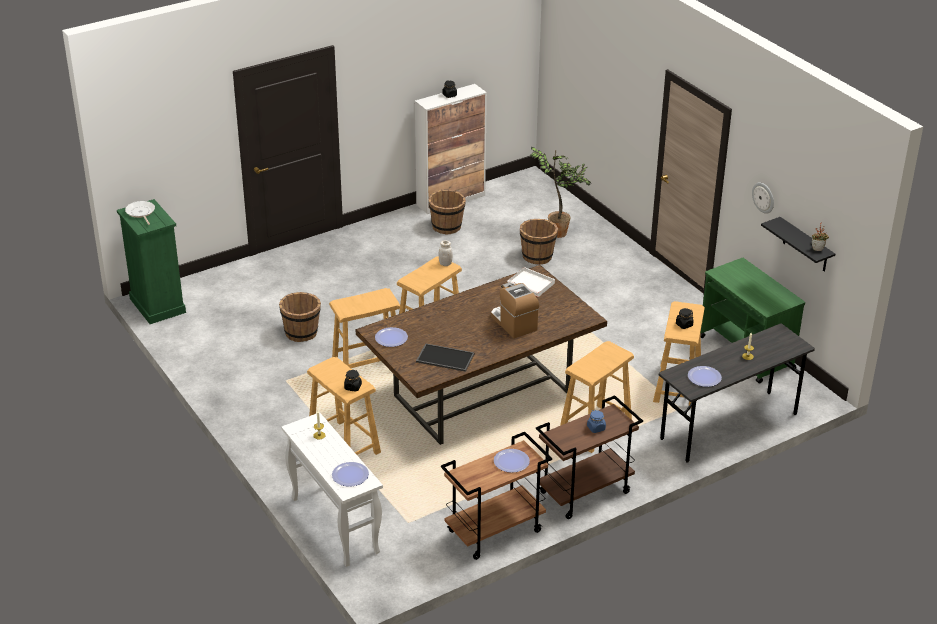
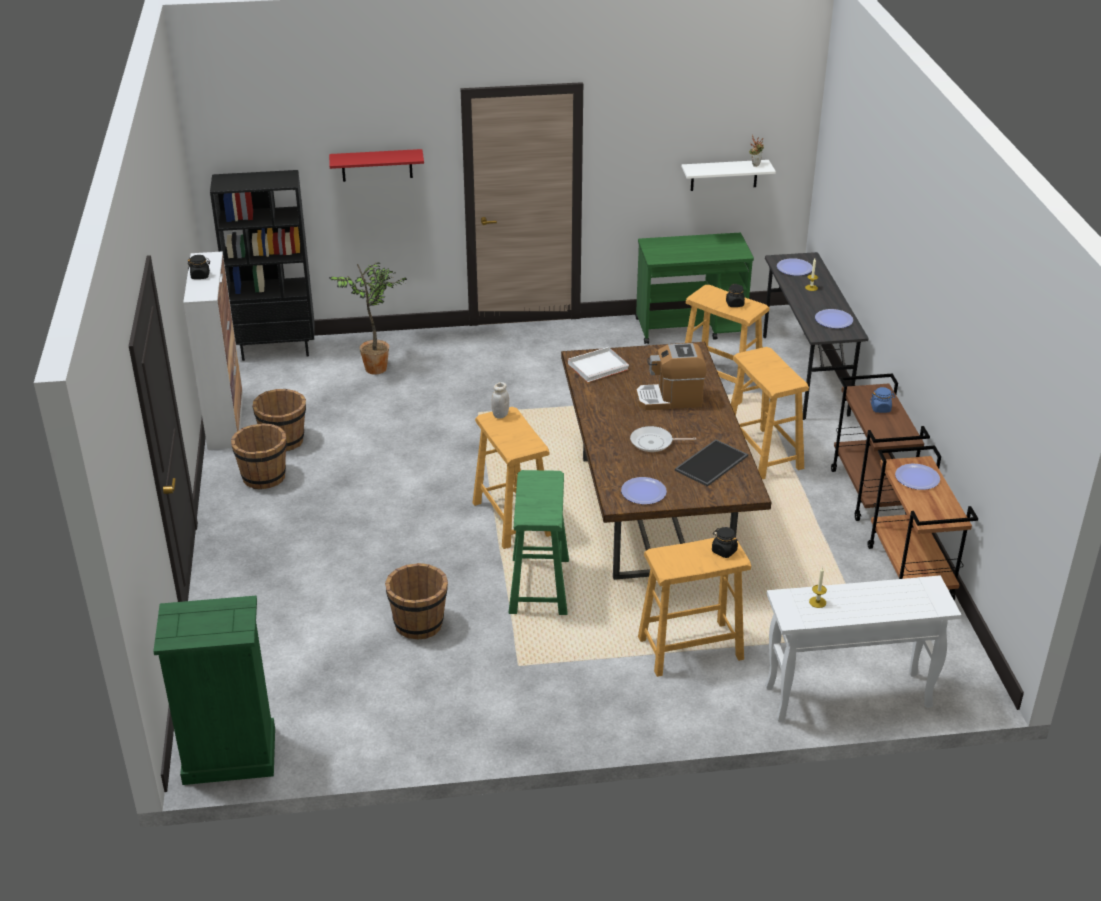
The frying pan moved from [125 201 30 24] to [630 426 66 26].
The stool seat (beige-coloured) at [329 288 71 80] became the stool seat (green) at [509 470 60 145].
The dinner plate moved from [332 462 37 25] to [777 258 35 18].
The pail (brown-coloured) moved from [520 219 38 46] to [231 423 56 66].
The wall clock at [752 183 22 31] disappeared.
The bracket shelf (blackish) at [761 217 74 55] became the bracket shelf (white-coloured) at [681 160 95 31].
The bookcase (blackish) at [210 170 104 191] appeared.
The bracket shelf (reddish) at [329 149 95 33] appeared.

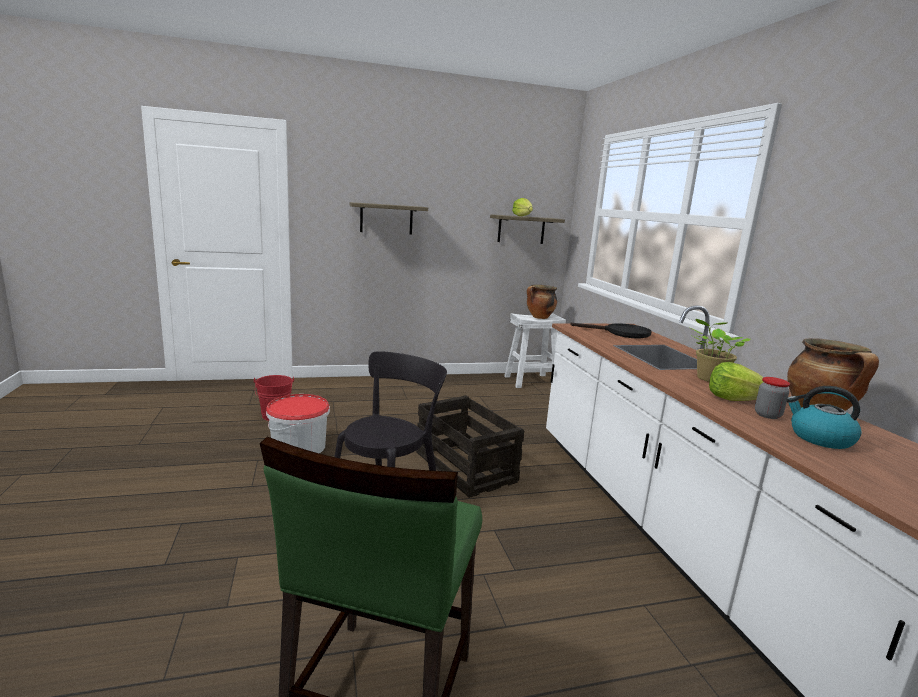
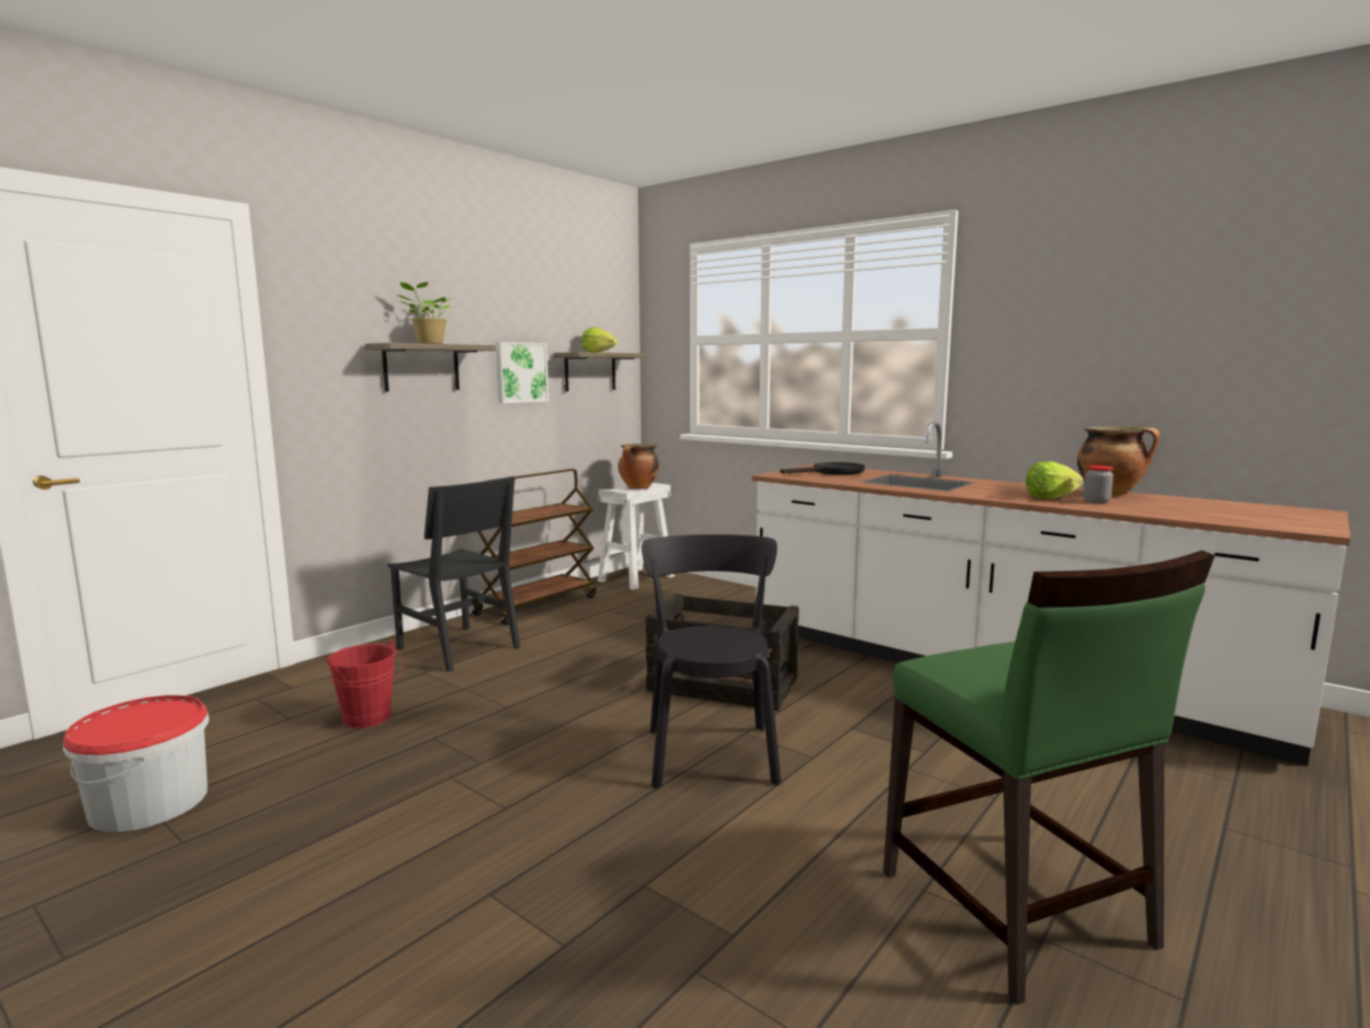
The pail moved from [266 394 64 59] to [63 695 146 137].
The houseplant moved from [690 319 60 63] to [398 282 54 62].
The tea kettle at [786 386 76 63] disappeared.
The plain chair (blackish) at [387 476 133 196] appeared.
The cart (brown-coloured) at [472 469 124 156] appeared.
The wall picture at [495 342 54 61] appeared.

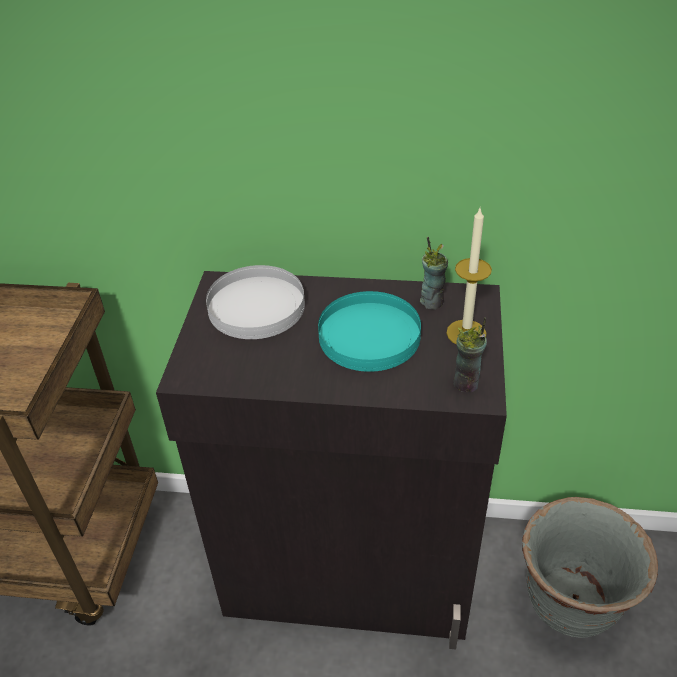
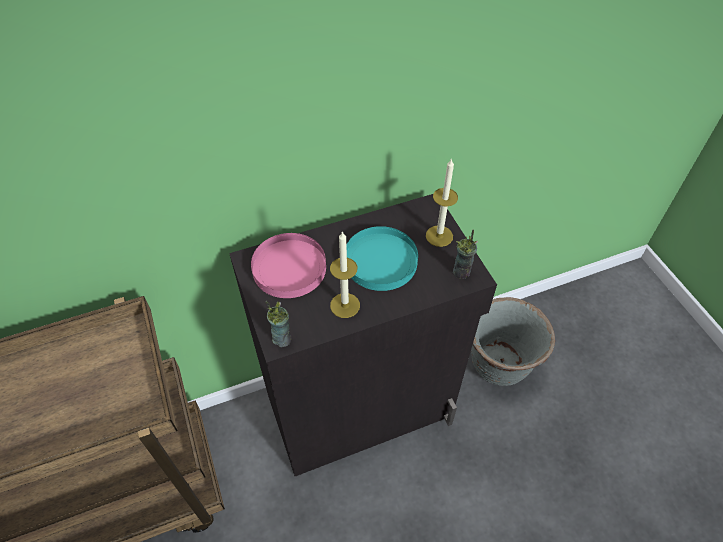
The dinner plate (white-coloured) at [206 265 99 74] became the dinner plate (pinkish) at [251 233 75 65].
The cup moved from [420 237 28 72] to [266 301 26 46].
The wax light at [330 231 30 87] appeared.

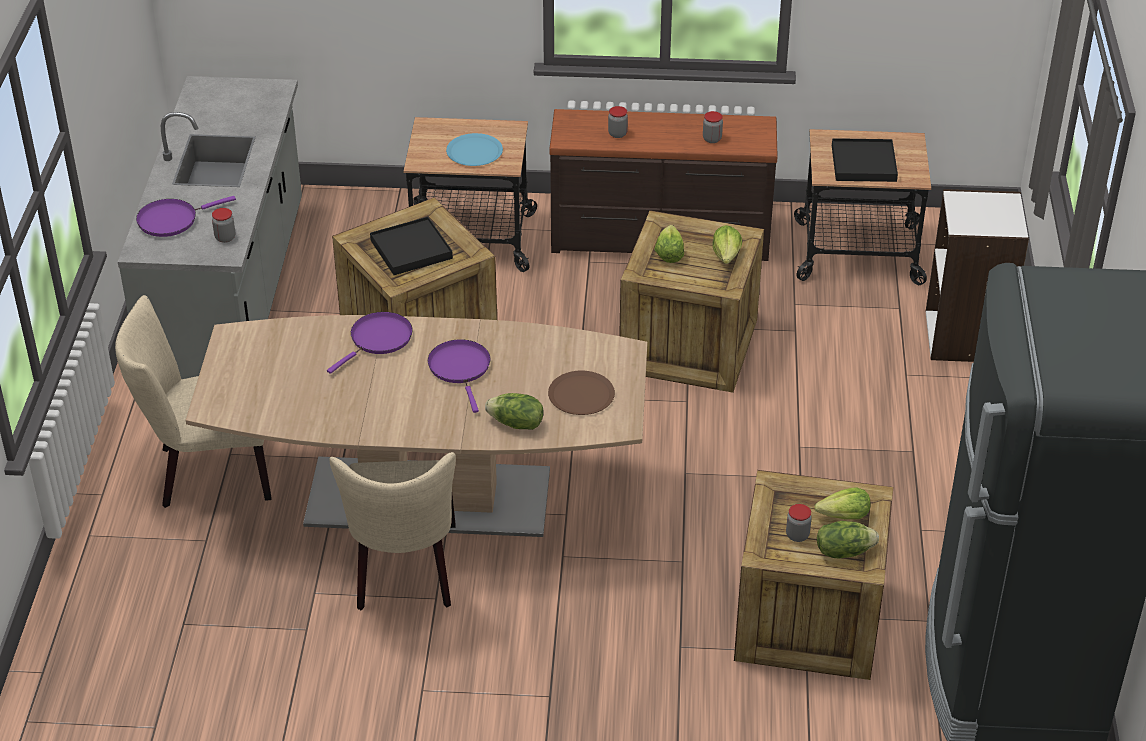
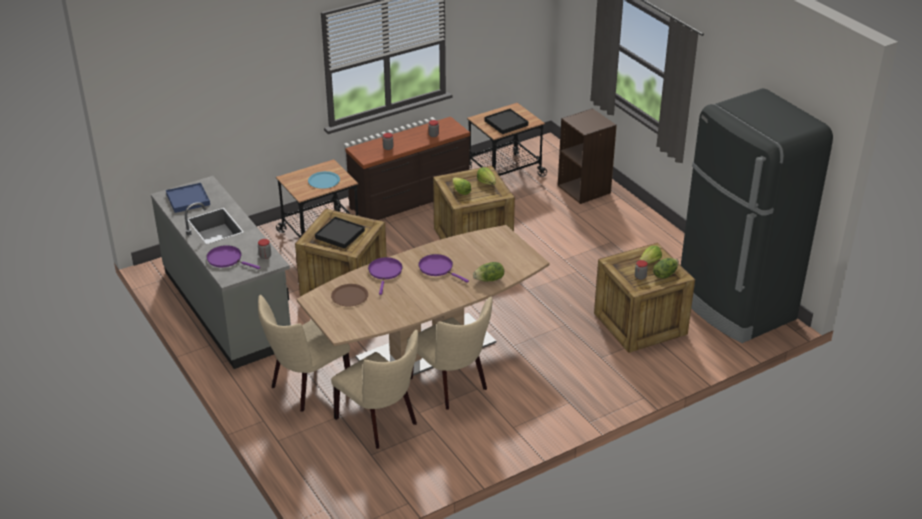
The frying pan (purplish) at [136 196 100 41] turned 90 degrees clockwise.
The dinner plate (brown-coloured) moved from [548 371 67 44] to [331 284 37 22].
The bookcase (white-coloured) at [925 189 104 173] became the bookcase (brown-coloured) at [558 108 59 96].
The serving tray (blue) at [166 183 44 30] appeared.
The plain chair (beige-coloured) at [331 330 87 119] appeared.

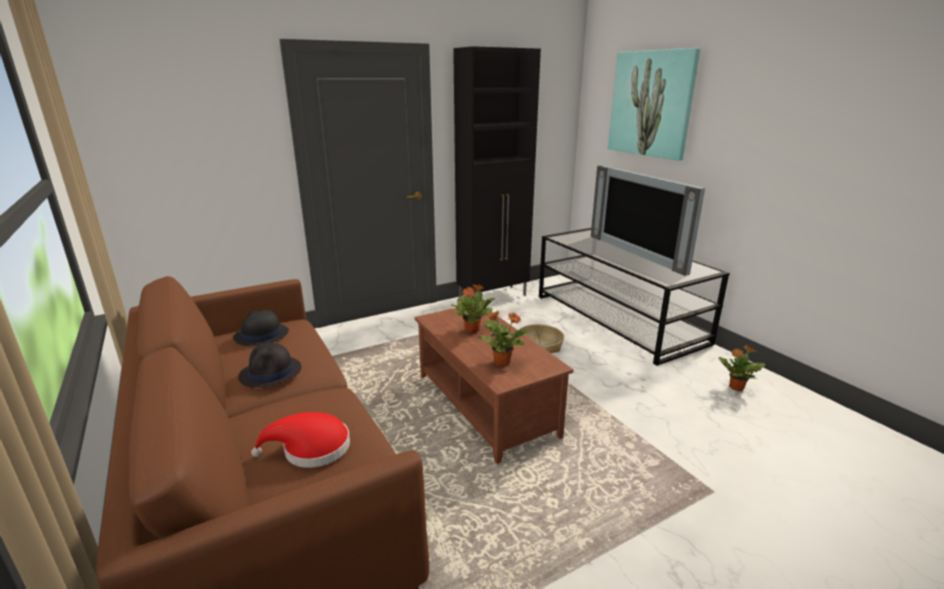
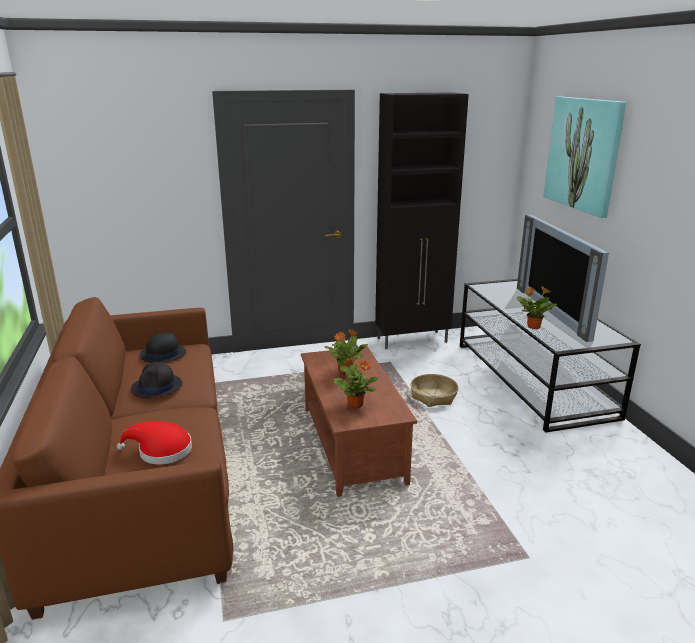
The houseplant moved from [718 345 47 46] to [517 286 40 43].

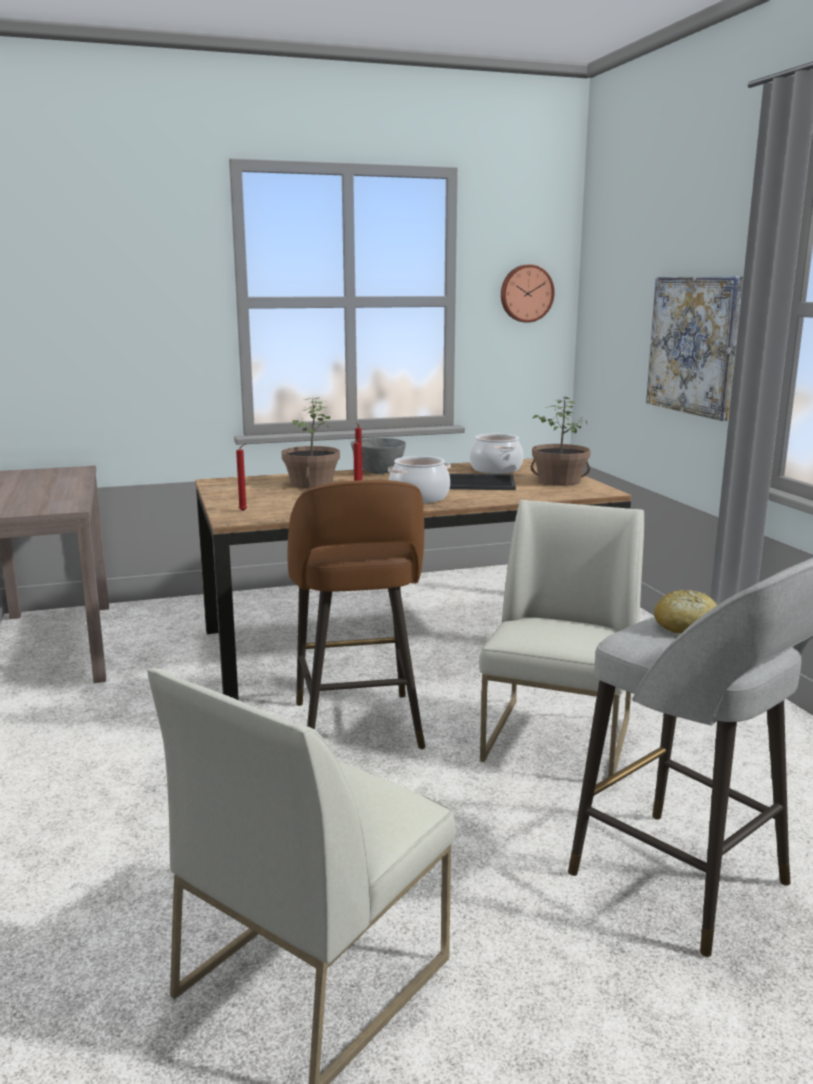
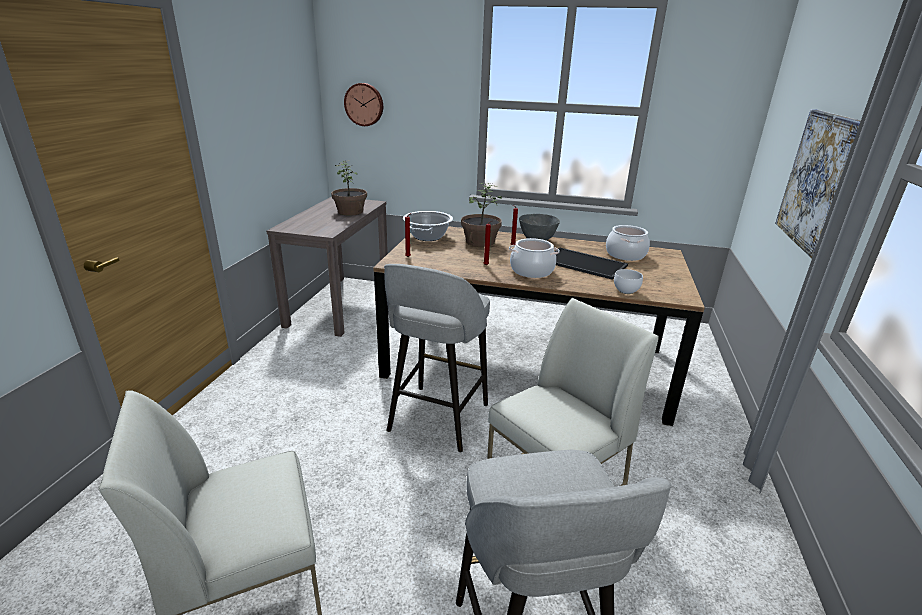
The stool seat (brown-coloured) at [288 480 137 269] became the stool seat (gray) at [384 264 106 188].
The wall clock moved from [501 264 54 59] to [344 83 39 43].
The houseplant moved from [531 396 60 90] to [331 161 36 55].
The baked bread at [654 590 63 43] disappeared.
The cooking pot at [403 211 50 30] appeared.
The bowl (white-coloured) at [614 269 29 25] appeared.

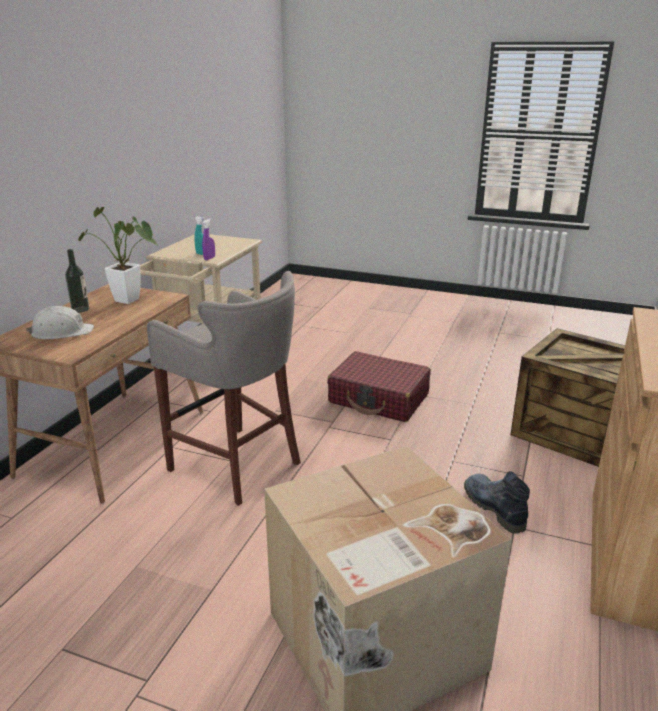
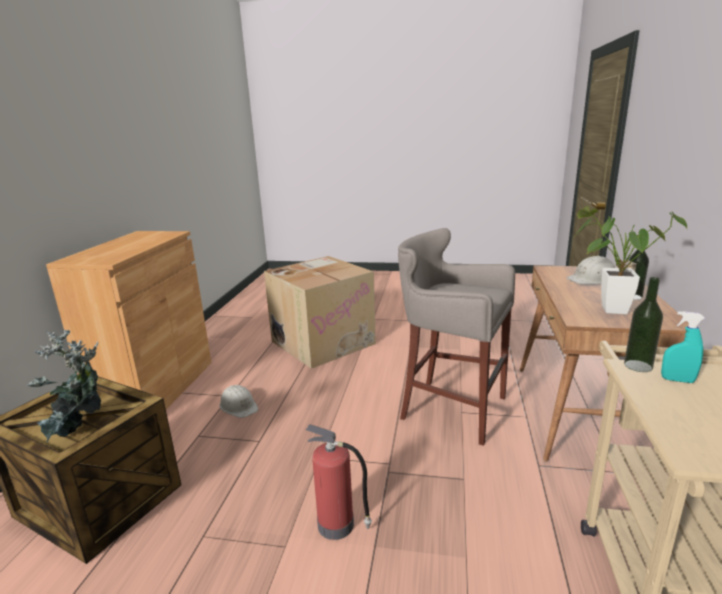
The spray bottle (purplish) at [202 219 13 41] was replaced by the beverage bottle at [624 277 39 95].
The travel case (reddish) at [327 351 104 71] was replaced by the extinguisher at [305 424 67 116].
The boot at [464 471 66 63] was replaced by the hard hat (white-coloured) at [219 385 40 33].
The houseplant at [27 330 74 113] appeared.

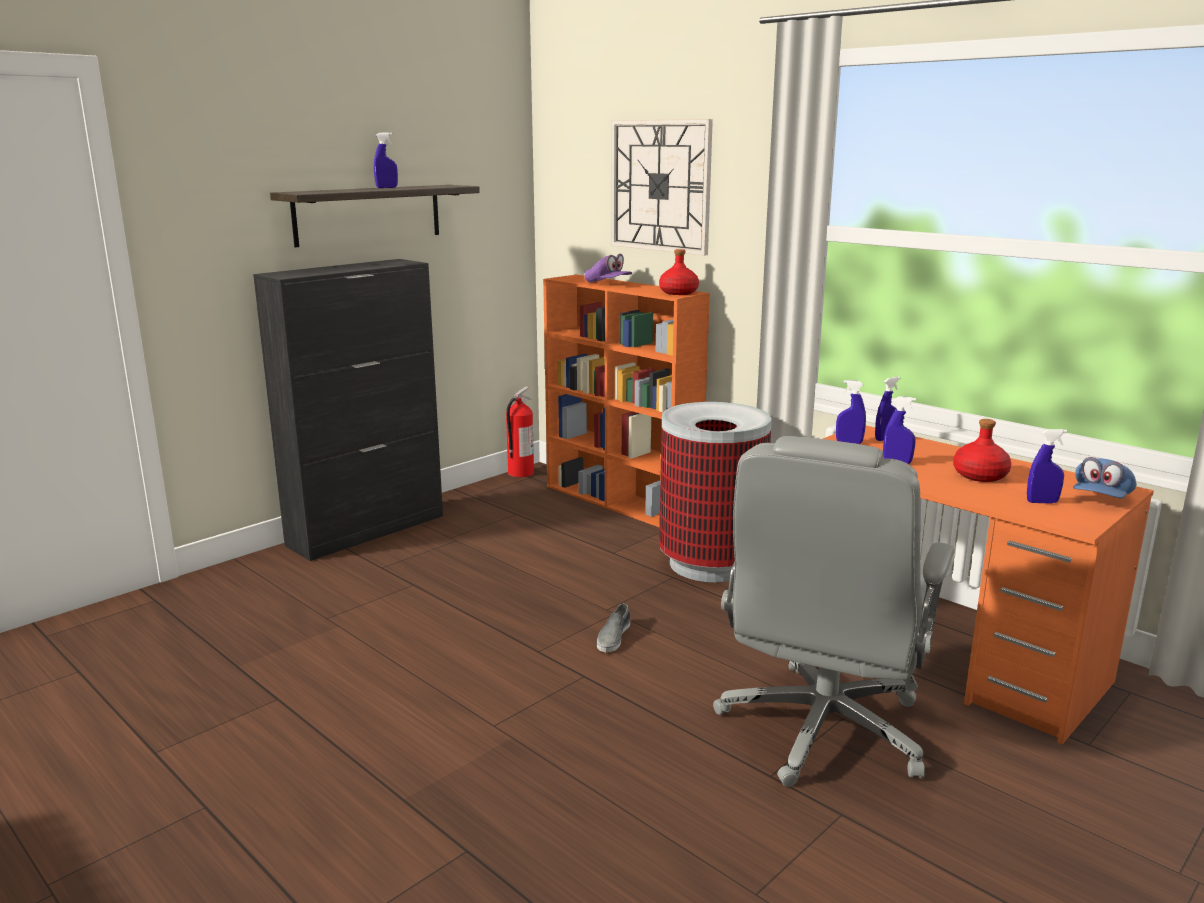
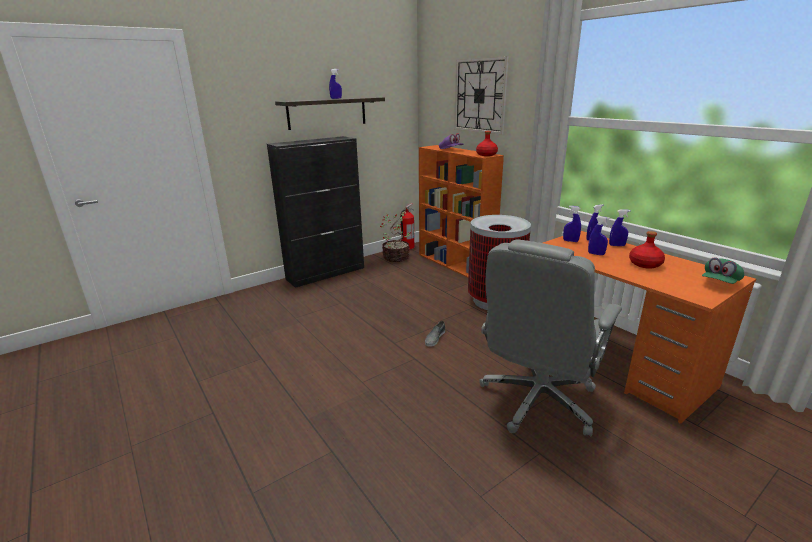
The spray bottle (blue) moved from [1027 429 40 74] to [609 209 21 37].
The baseball cap (blue) at [1073 457 63 41] became the baseball cap (green) at [702 257 42 27].
The houseplant at [379 212 32 50] appeared.

